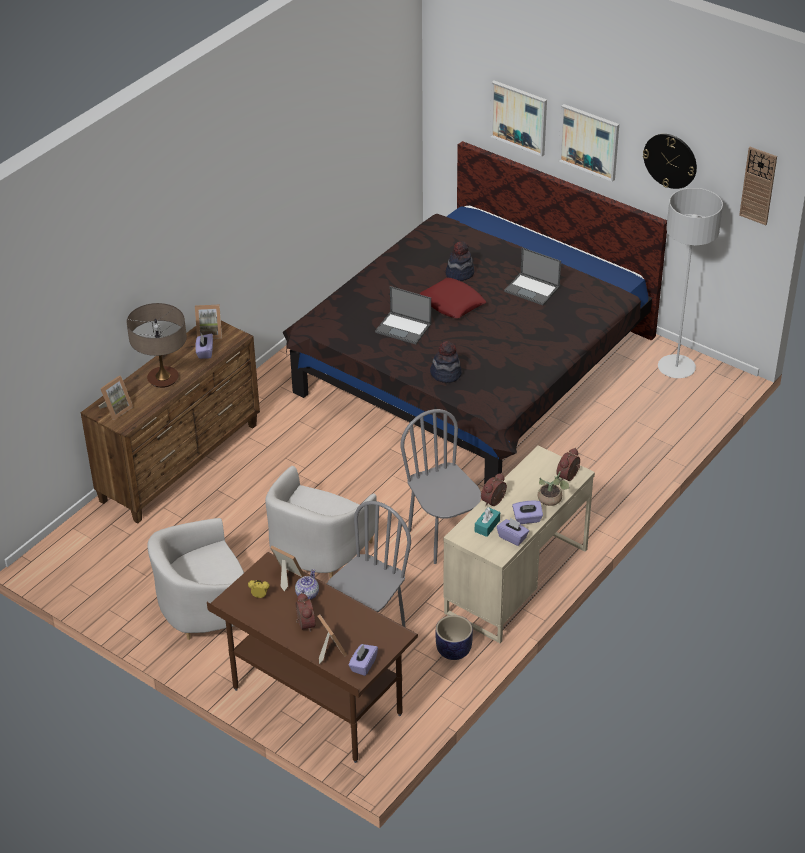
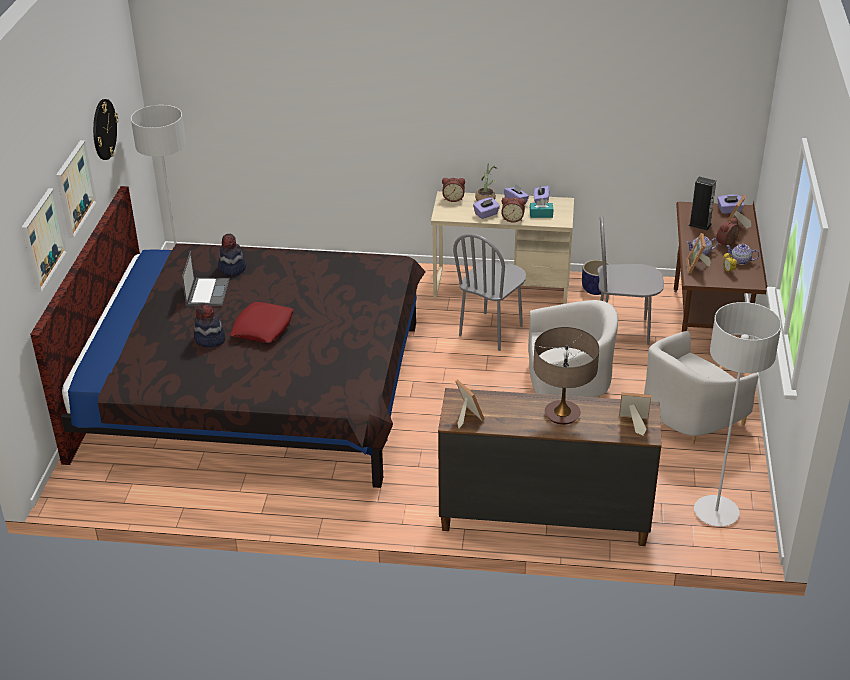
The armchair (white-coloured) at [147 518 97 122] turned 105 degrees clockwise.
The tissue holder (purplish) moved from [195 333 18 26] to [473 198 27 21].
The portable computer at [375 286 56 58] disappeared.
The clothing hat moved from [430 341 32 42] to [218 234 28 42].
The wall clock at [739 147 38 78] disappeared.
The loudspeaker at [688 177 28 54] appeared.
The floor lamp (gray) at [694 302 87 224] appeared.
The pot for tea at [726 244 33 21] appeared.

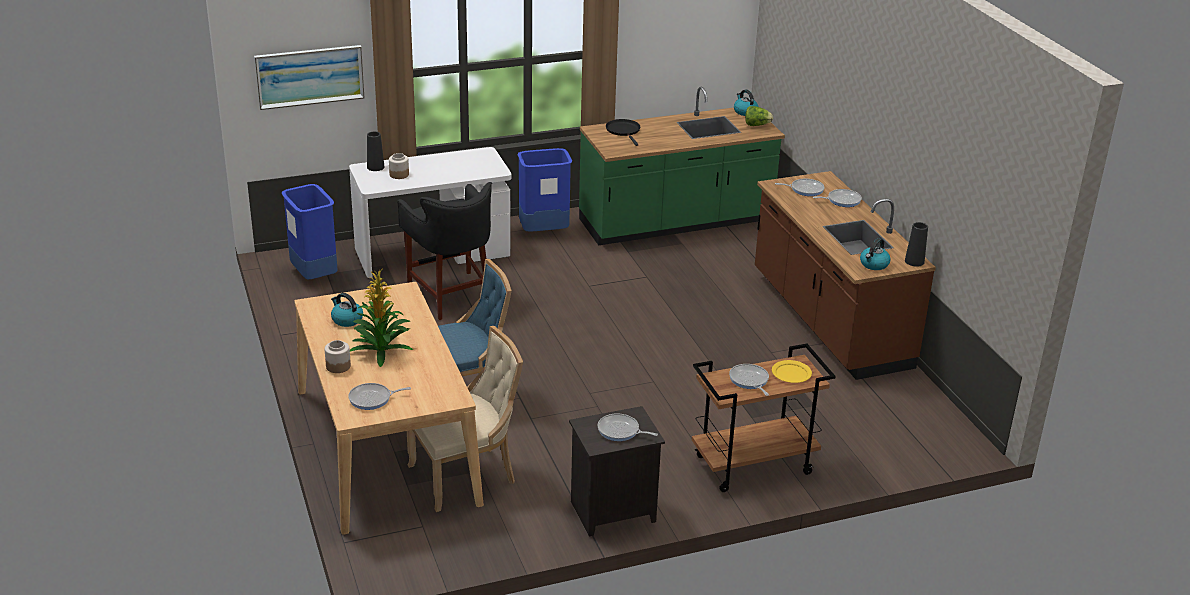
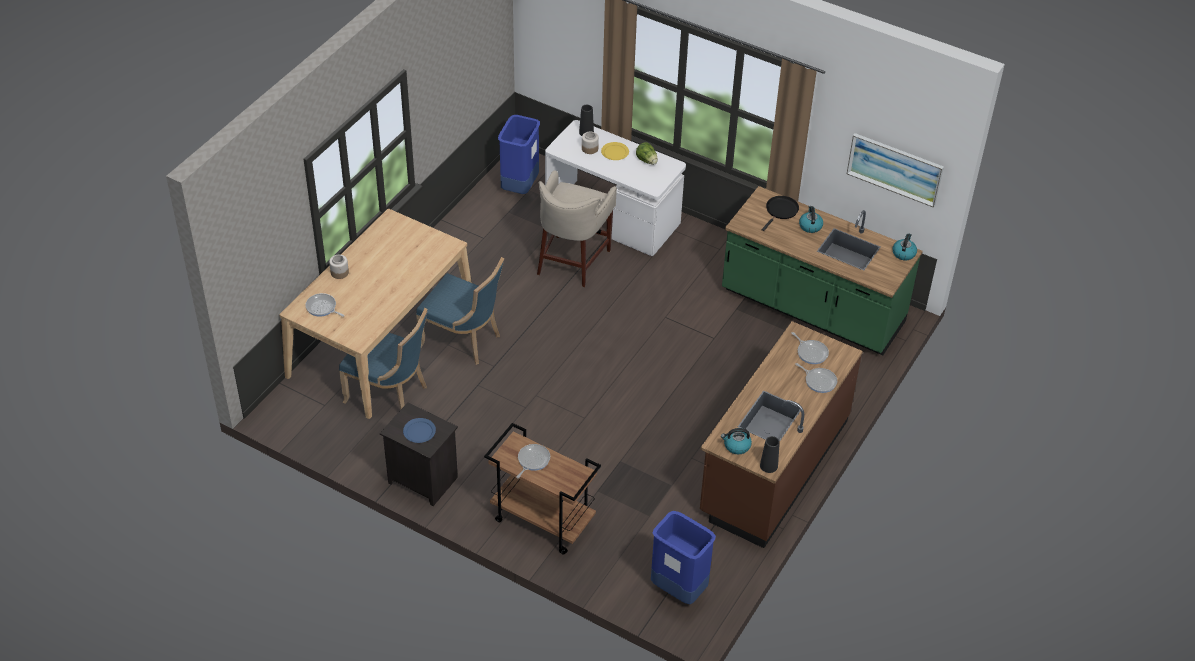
The wall picture moved from [254 45 111 65] to [847 133 97 75].
The tea kettle moved from [331 293 32 34] to [799 206 24 27].
The houseplant at [350 268 63 99] disappeared.
The stool seat (blackish) at [397 182 95 138] became the stool seat (beige-coloured) at [537 170 80 117].
The plain chair (beige-coloured) at [407 326 116 186] became the plain chair (blue) at [339 308 89 102].
The trash can (blue) moved from [517 148 55 84] to [651 511 65 93].
The frying pan at [597 413 61 28] was replaced by the dinner plate (blue) at [403 418 33 25].
The head of lettuce moved from [745 106 28 20] to [636 142 22 23].
The dinner plate (yellowish) moved from [772 360 40 23] to [601 142 28 18].

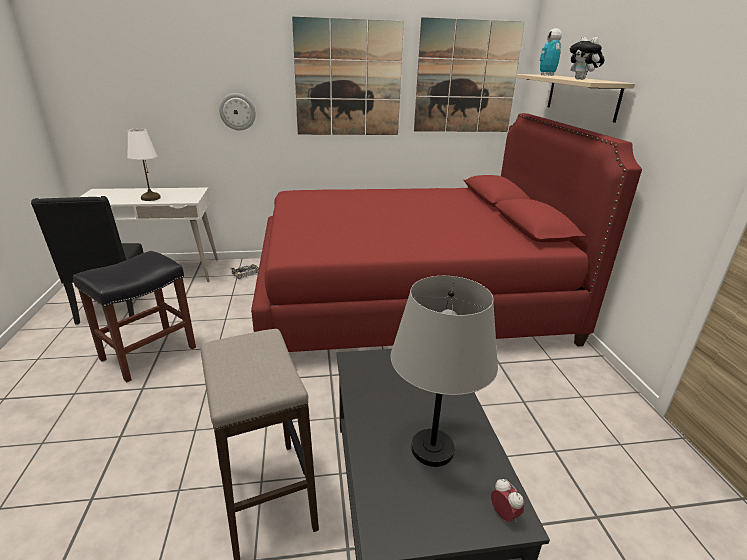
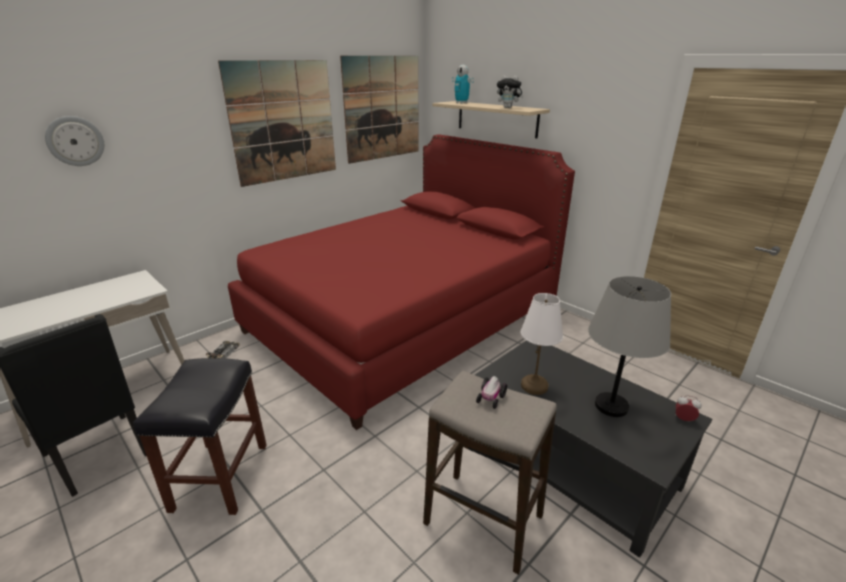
The lamp for a table (white-coloured) moved from [127 128 34 73] to [521 293 42 102].
The wall clock moved from [219 93 37 37] to [45 116 59 50].
The toy car at [476 376 31 33] appeared.

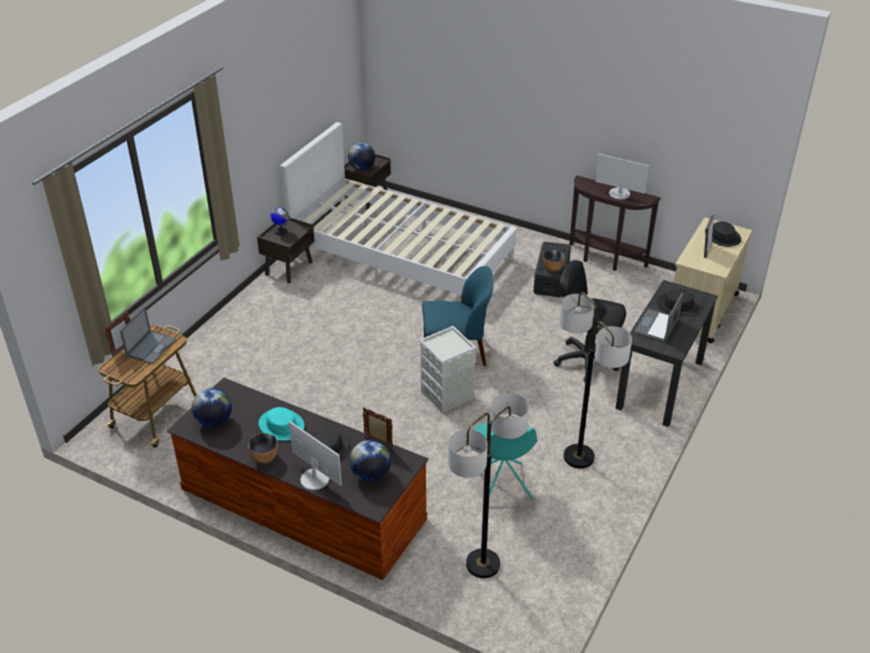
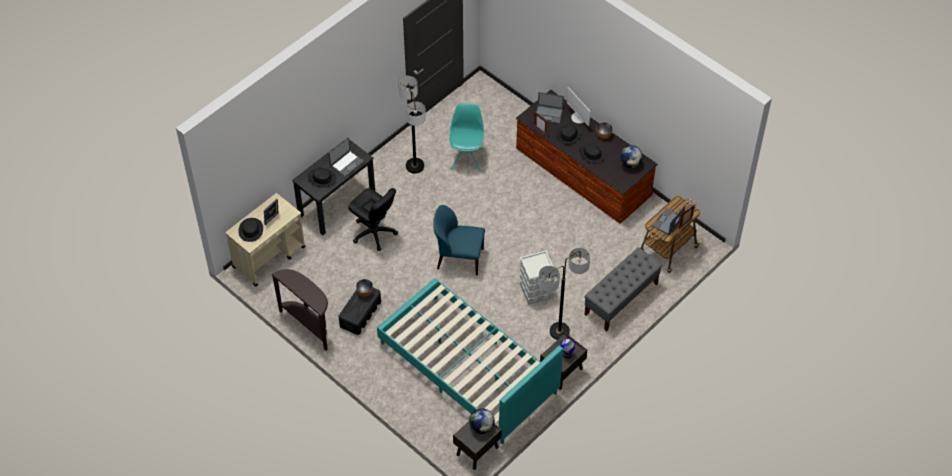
The clothing hat (turquoise) at [258 407 47 34] became the clothing hat (blackish) at [579 142 26 22].
The bed (white-coloured) at [280 122 237 173] became the bed (turquoise) at [377 278 186 166].
The desk globe at [349 440 42 42] was replaced by the portable computer at [536 92 28 32].
The storage box (gray) moved from [420 326 56 87] to [519 251 36 54].
The floor lamp moved from [448 393 81 185] to [538 248 52 92].
The computer display at [595 154 54 46] disappeared.
The bench (gray) at [585 247 77 85] appeared.

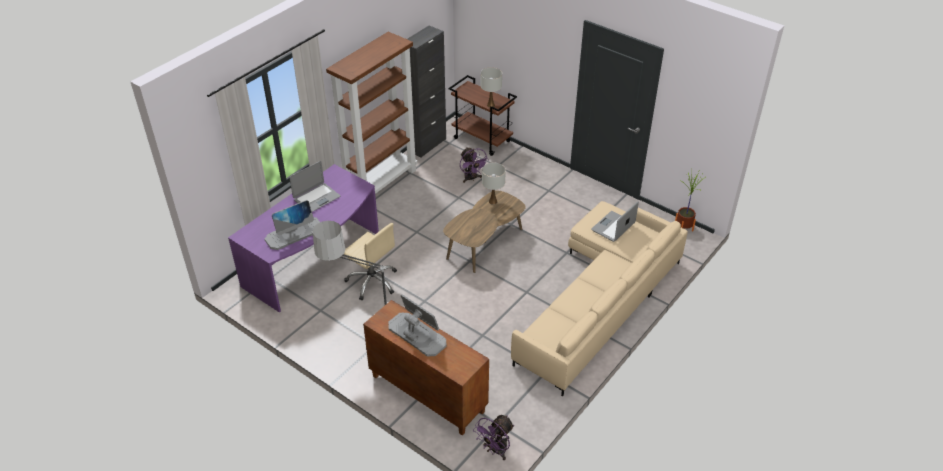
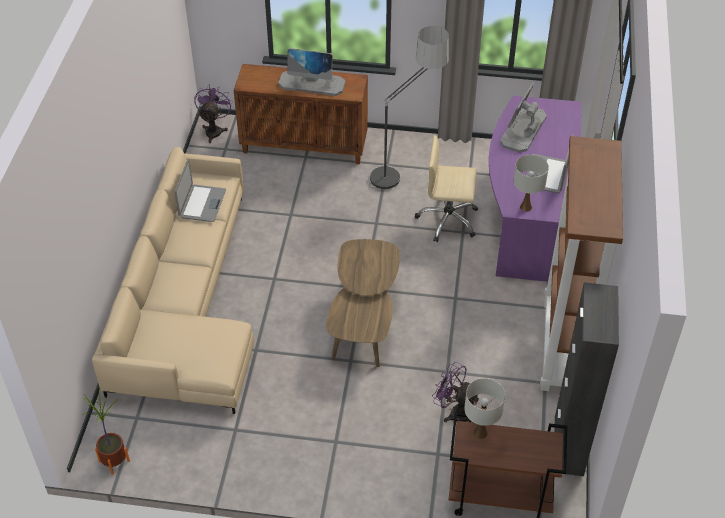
The lamp for a table (white-coloured) moved from [482 162 24 43] to [513 155 36 57].
The portable computer moved from [591 201 48 41] to [175 159 51 63].

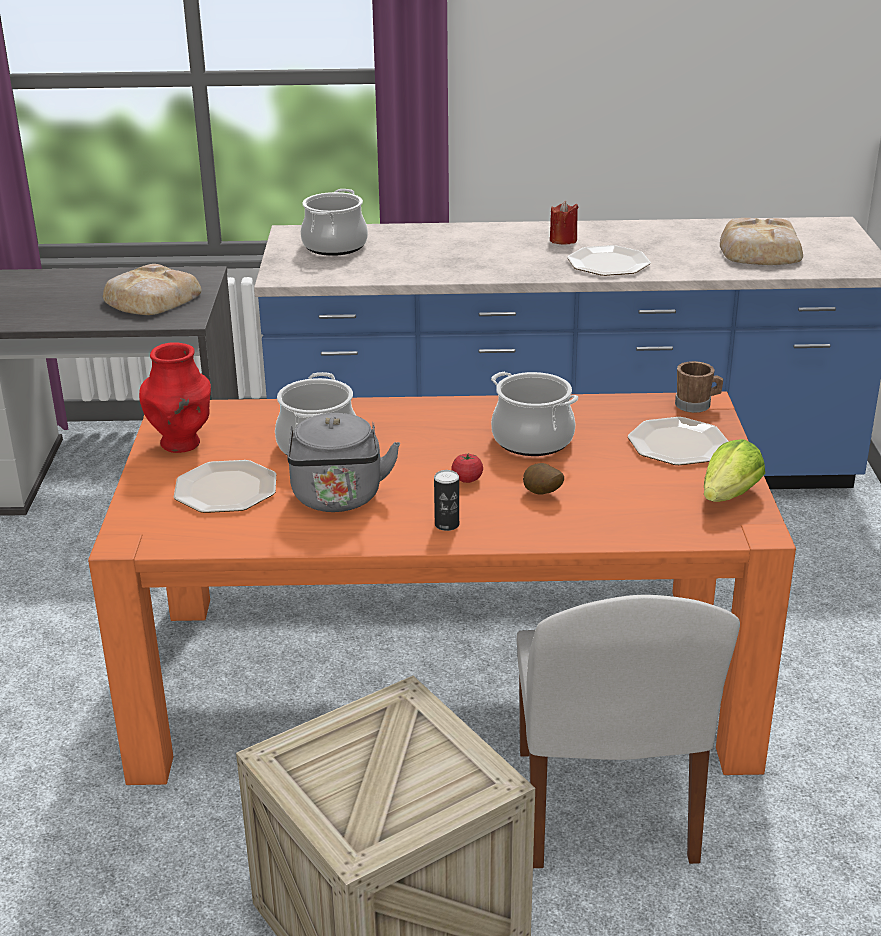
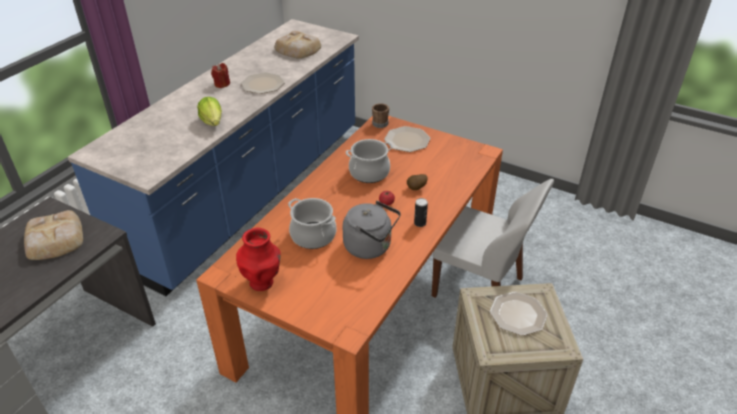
The dinner plate moved from [174 460 102 53] to [489 292 59 44].
The cooking pot at [300 189 68 67] disappeared.
The head of lettuce moved from [704 439 61 63] to [197 97 25 29].

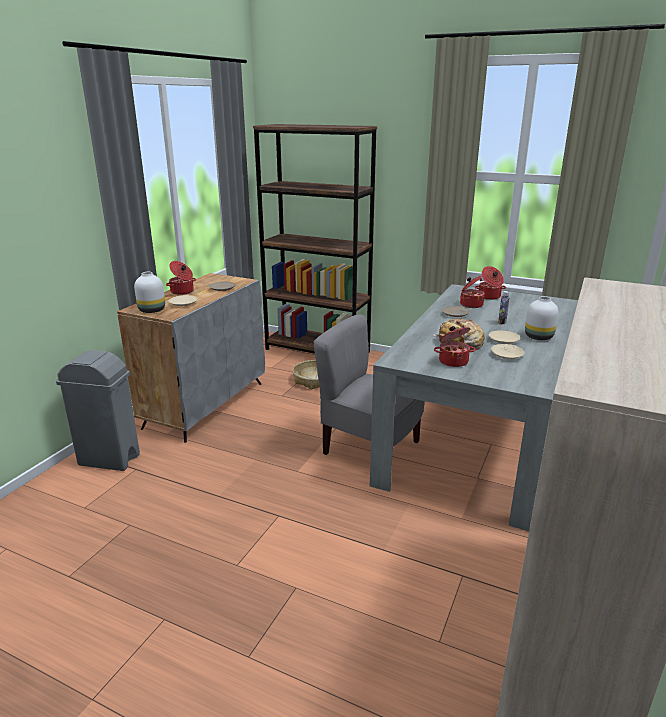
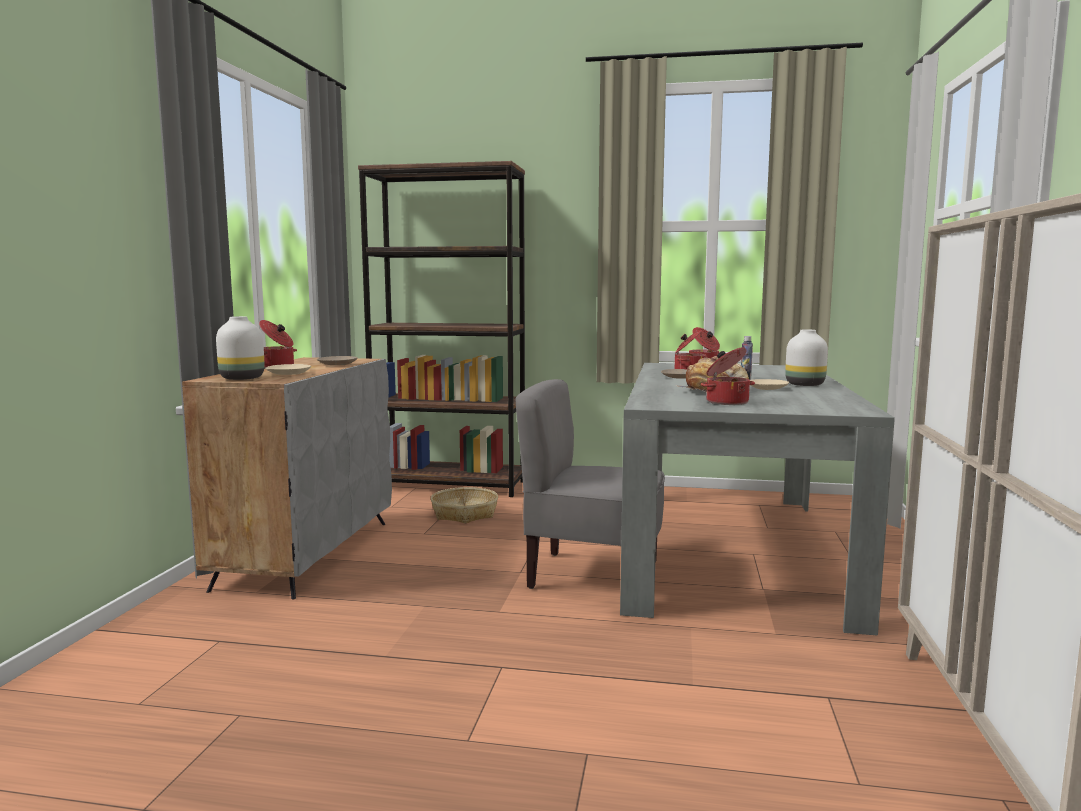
The trash can (gray) at [56 350 84 121] disappeared.
The dinner plate (beige-coloured) at [491 344 34 15] disappeared.

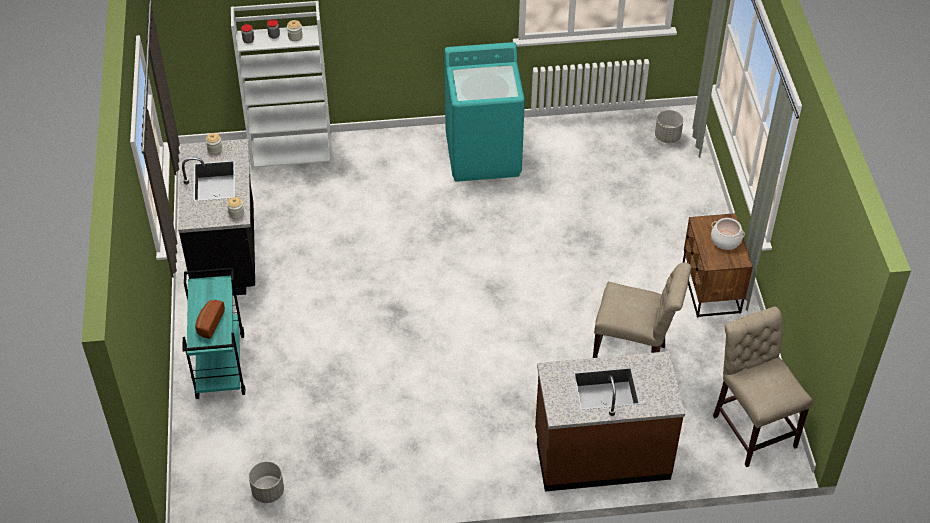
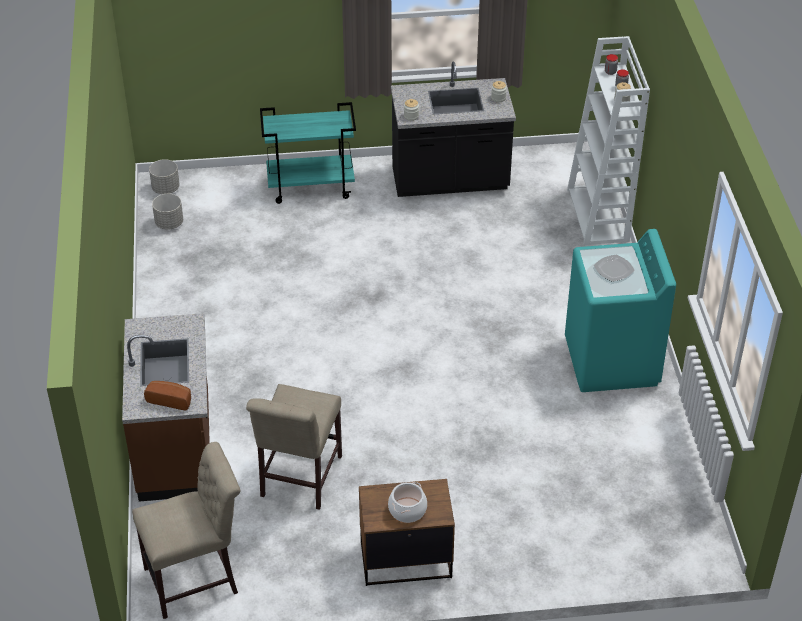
The baked bread moved from [195 300 30 39] to [144 381 47 30].
The plant pot (gray) moved from [655 110 29 33] to [149 159 31 35].
The dinner plate at [594 255 41 27] appeared.

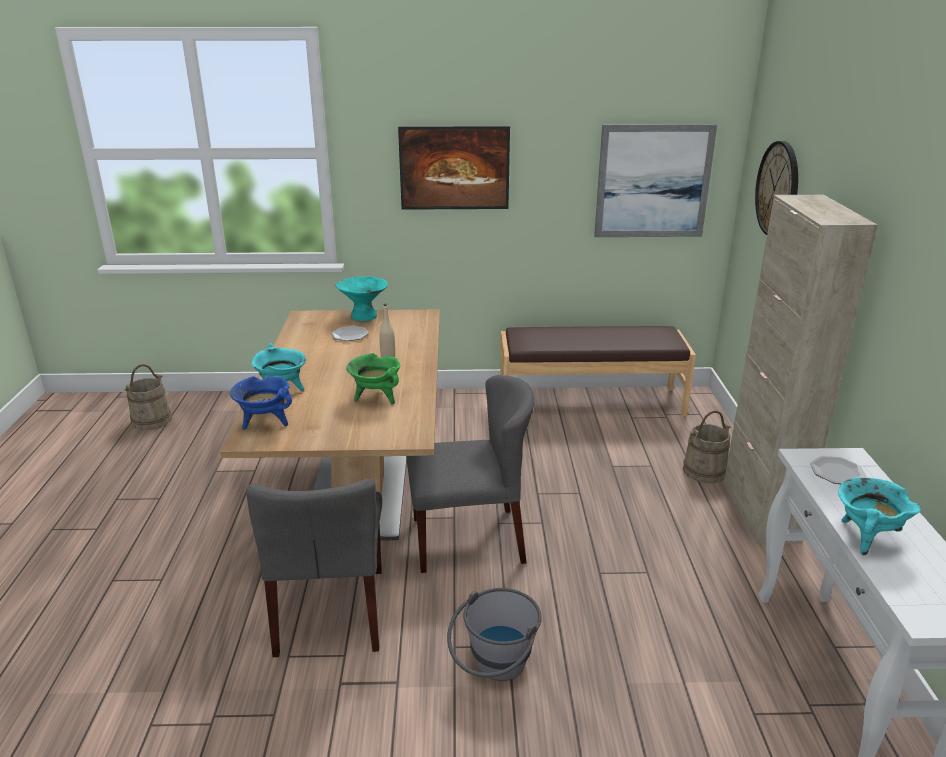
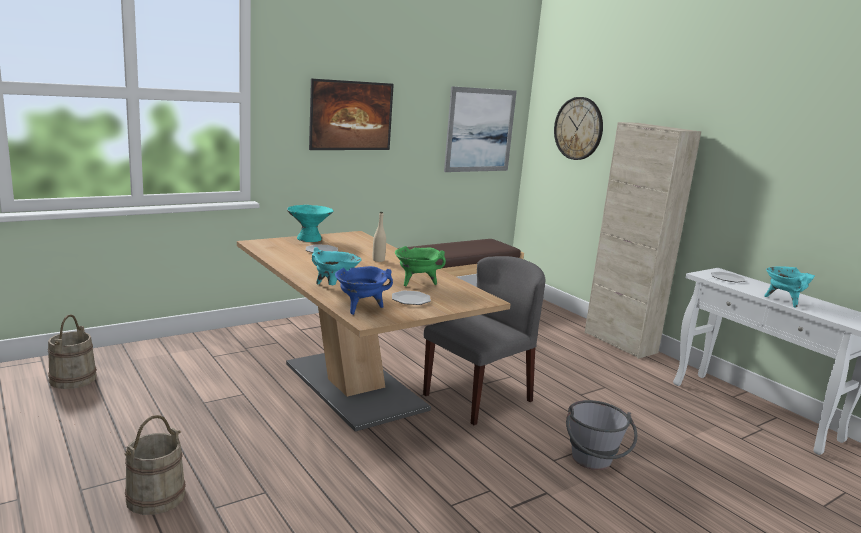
The plain chair (gray) at [246 479 136 178] disappeared.
The pail (beige-coloured) moved from [683 411 48 72] to [124 415 62 100].
The dinner plate at [392 290 39 15] appeared.

